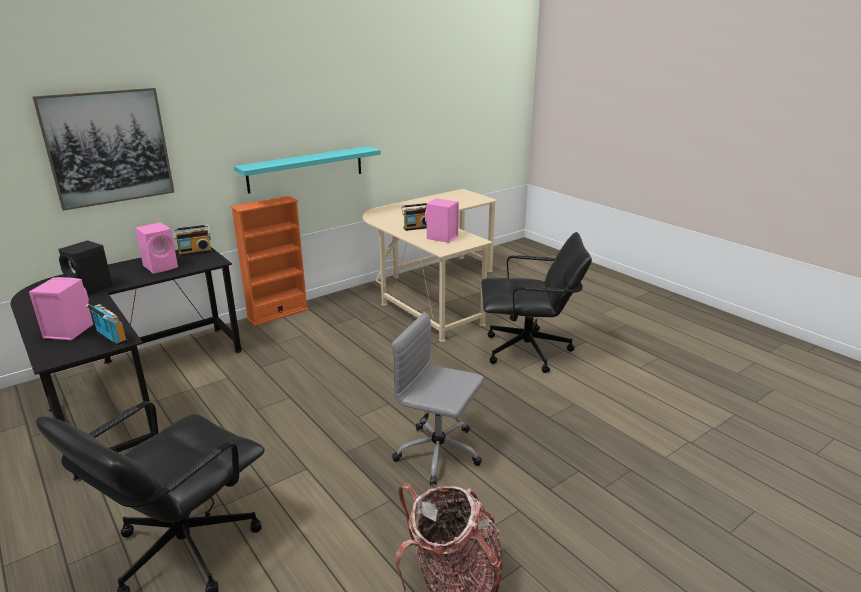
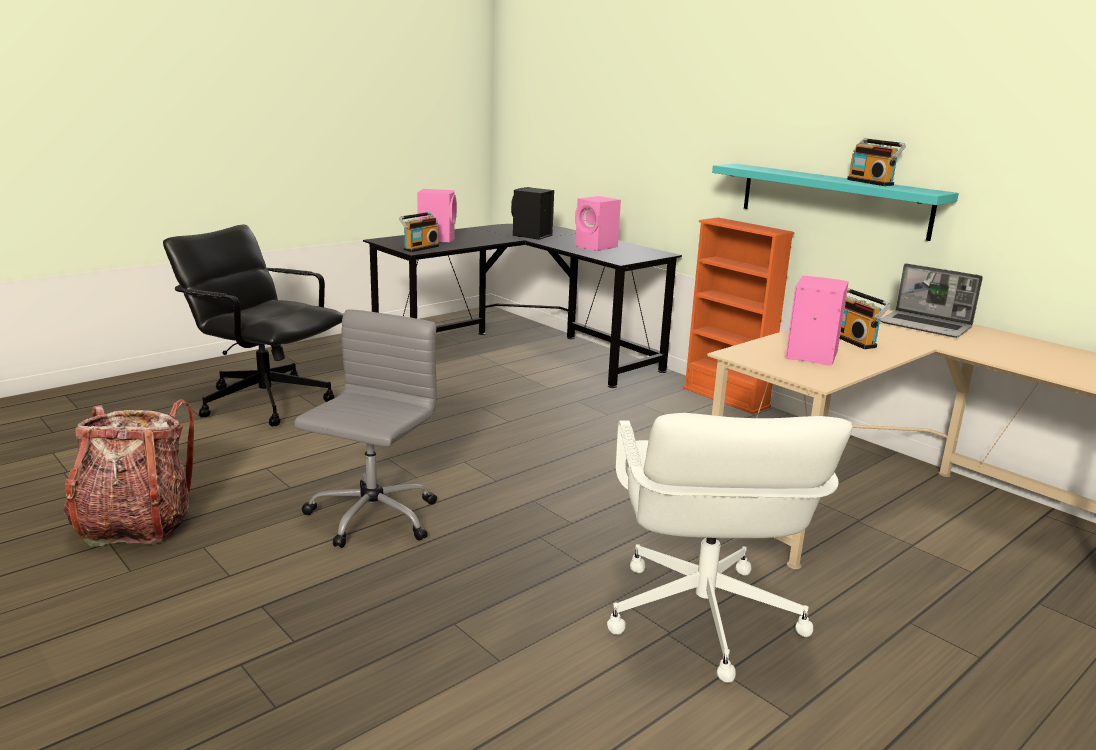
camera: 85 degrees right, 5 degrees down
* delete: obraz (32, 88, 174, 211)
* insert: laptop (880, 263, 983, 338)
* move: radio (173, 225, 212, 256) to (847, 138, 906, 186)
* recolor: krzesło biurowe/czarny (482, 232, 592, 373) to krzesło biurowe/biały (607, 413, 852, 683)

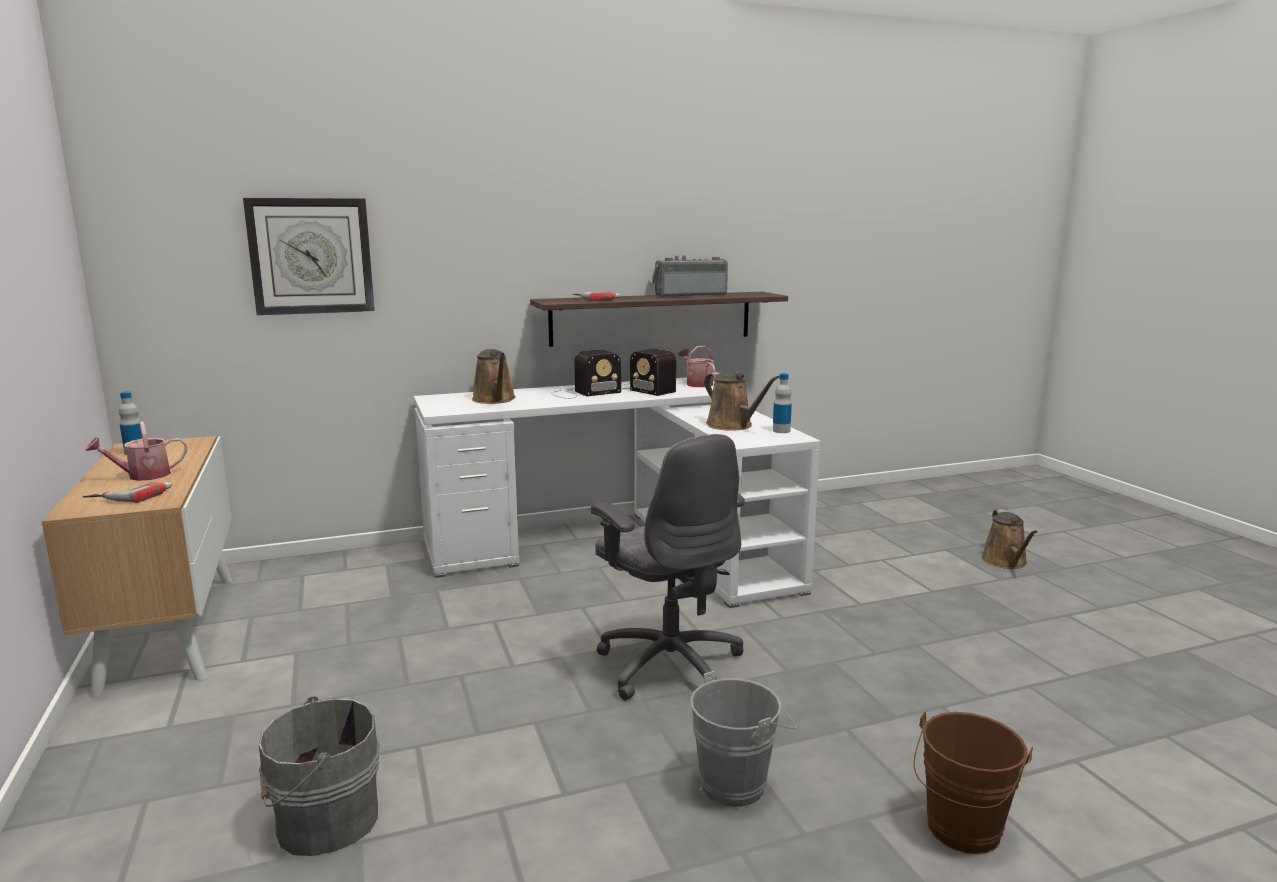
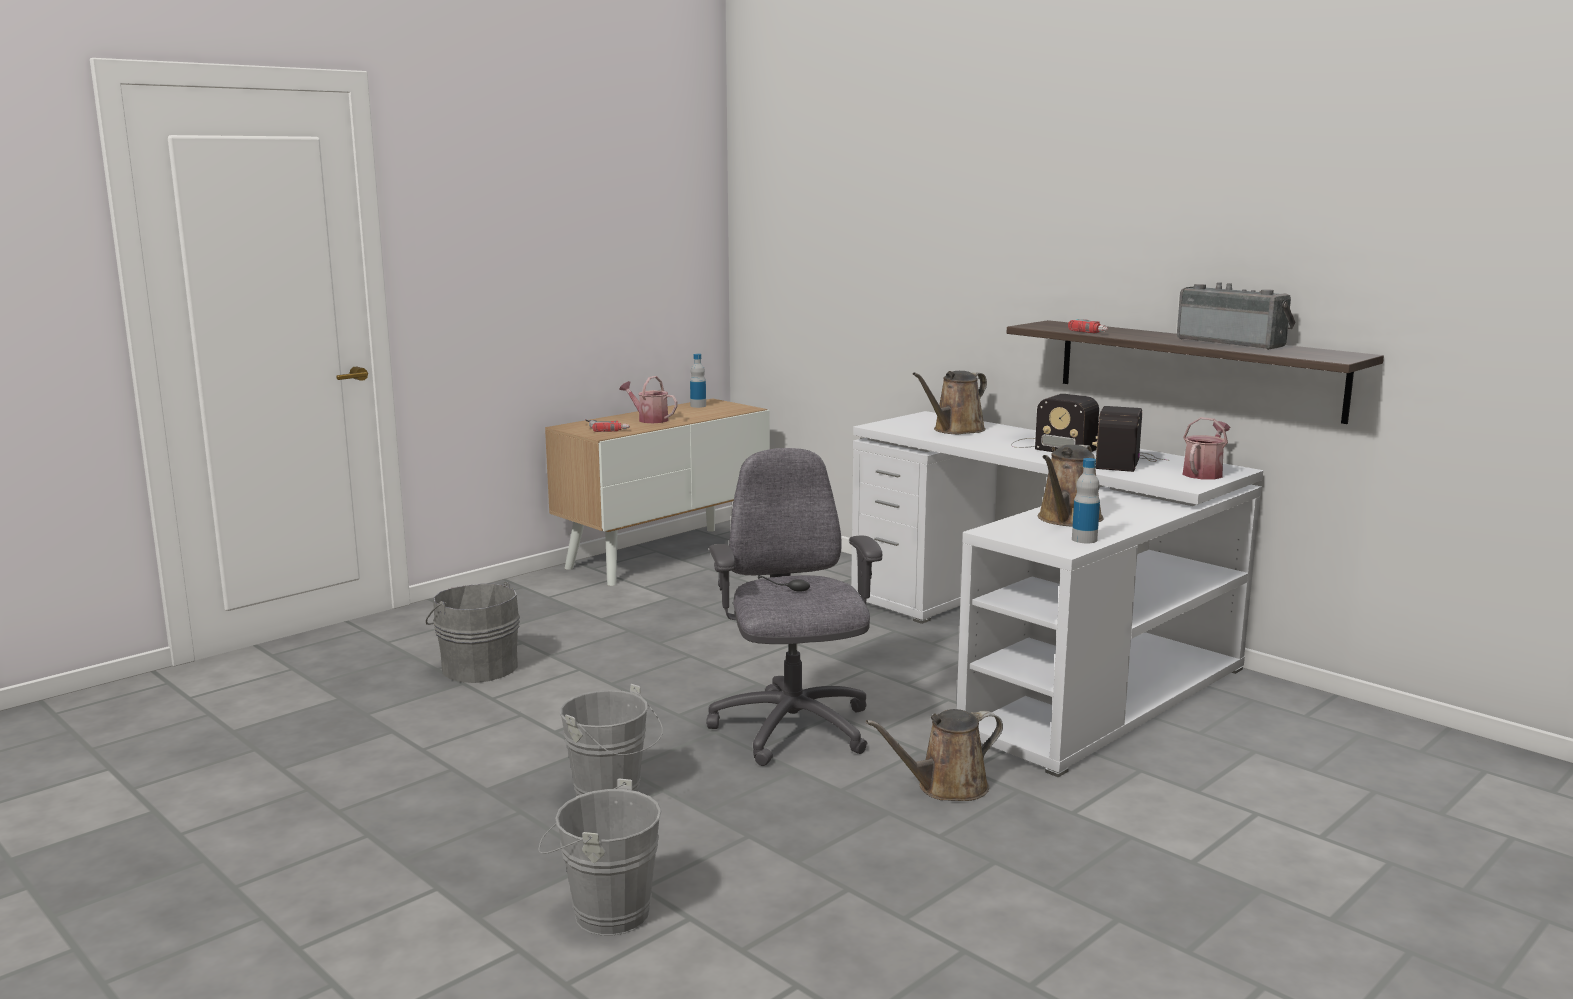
camera: 65 degrees right, 0 degrees up
* delete: zegar ścienny (243, 198, 375, 315)
* move: konewka/brązowy (981, 509, 1038, 569) to (866, 709, 1003, 801)
* recolor: wiadro/brązowy (913, 712, 1033, 854) to wiadro/szary (538, 779, 661, 935)
* rotate: krzesło biurowe/szary (591, 434, 745, 700) = (707, 448, 882, 766) 135 degrees clockwise

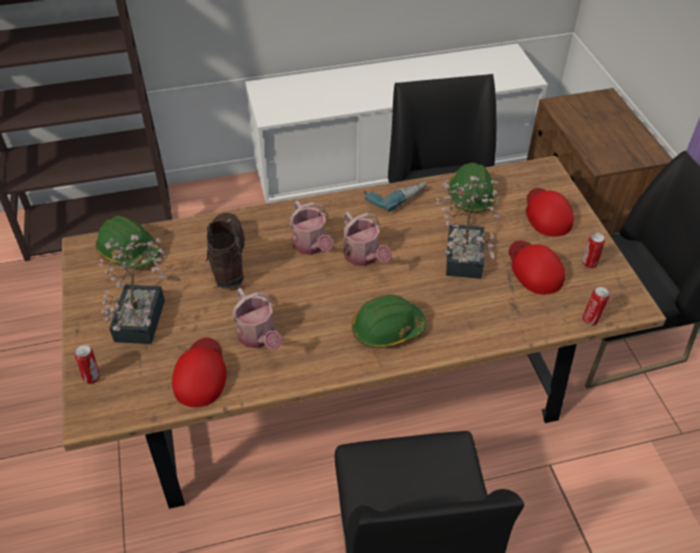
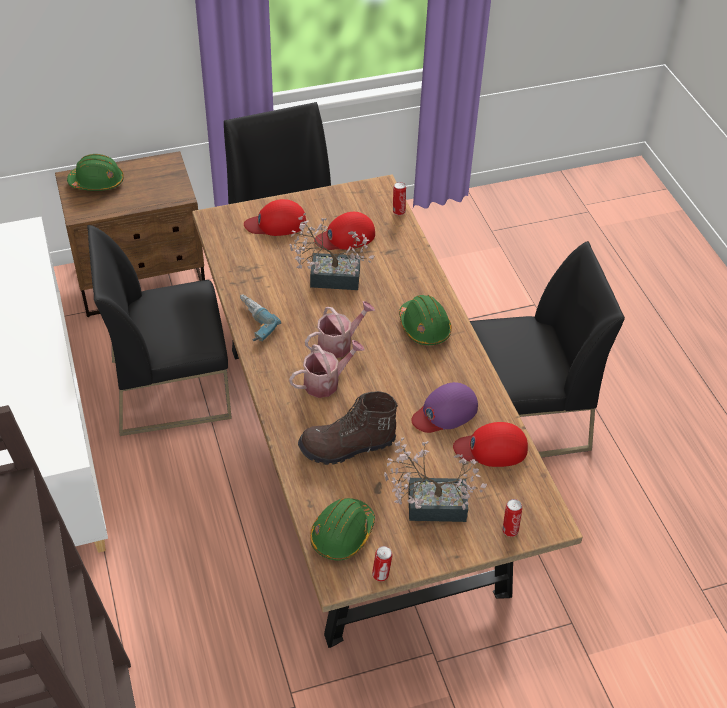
camera: 95 degrees left, 0 degrees up
* move: kask/zielony (448, 163, 496, 213) to (67, 154, 124, 191)
* move: puszka (582, 232, 605, 268) to (372, 546, 393, 582)
* replace: konewka (232, 288, 282, 349) to czapka z daszkiem/fioletowy (411, 382, 478, 433)

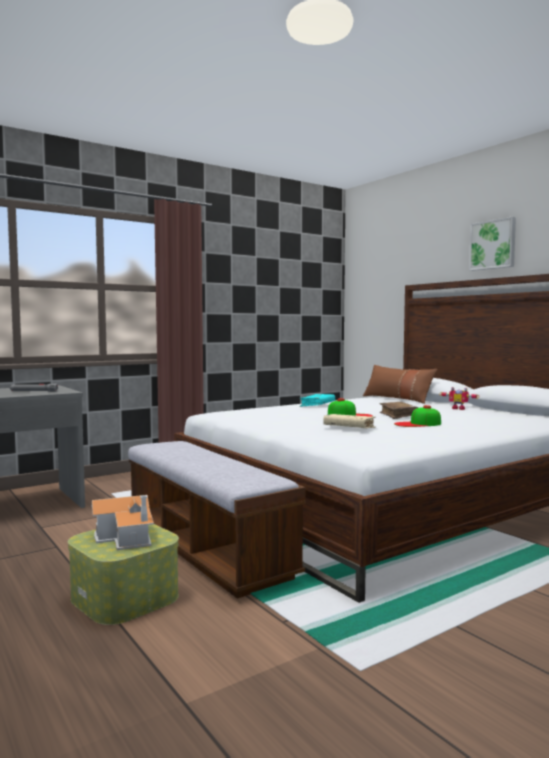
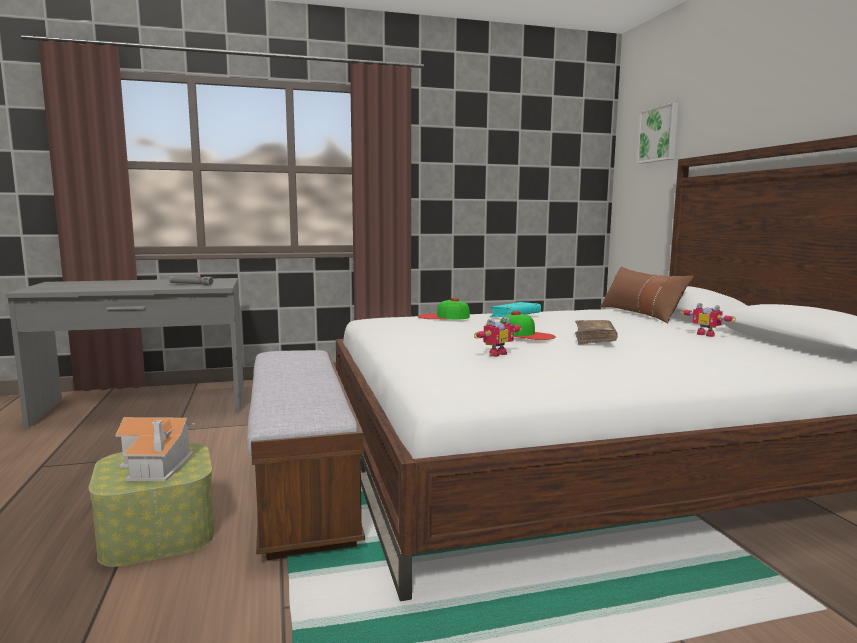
camera: 20 degrees right, 5 degrees up
* move: czapka z daszkiem (394, 405, 441, 427) to (418, 298, 470, 320)
* move: obraz (469, 217, 516, 271) to (637, 103, 678, 164)
* replace: książka/beżowy (323, 414, 376, 428) to robot zabawkowy (474, 317, 522, 357)

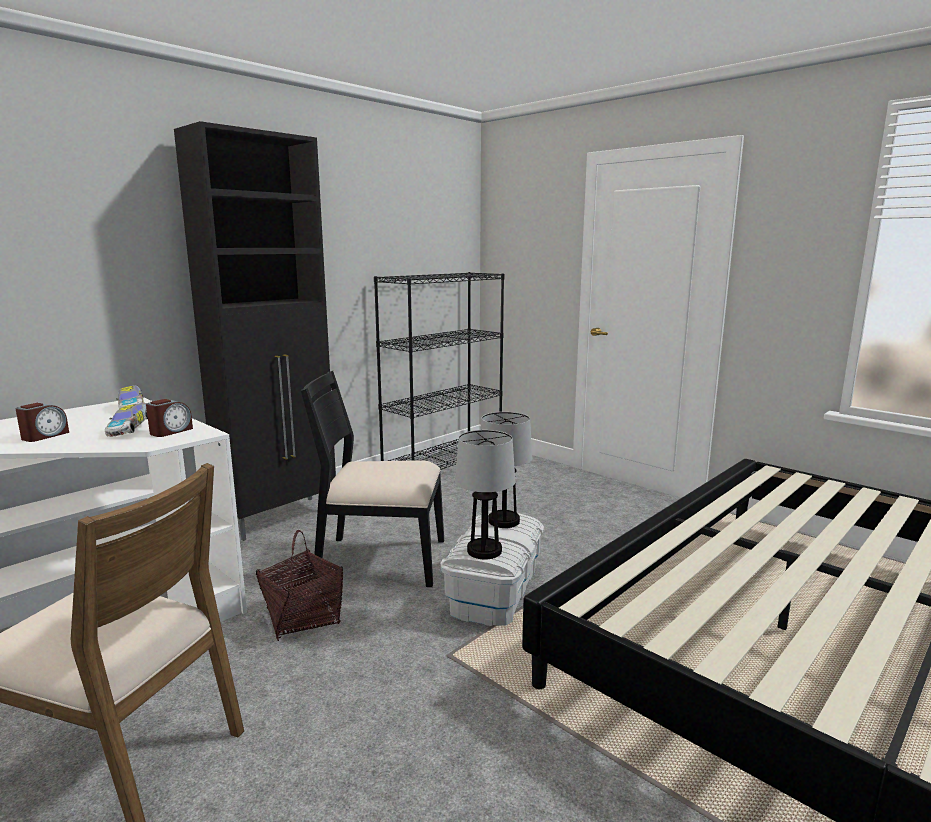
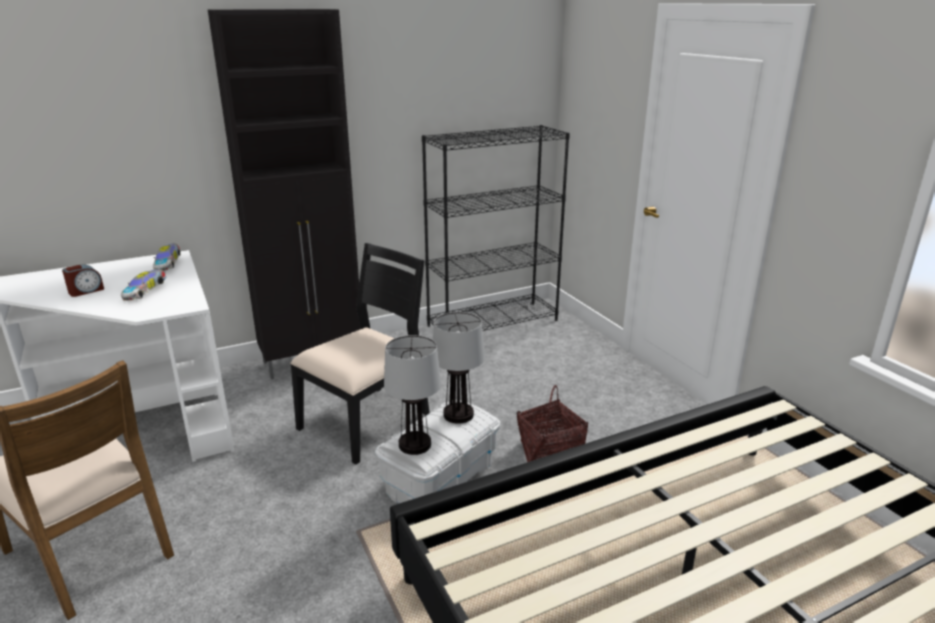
camera: 20 degrees right, 10 degrees up
* delete: budzik (146, 399, 193, 437)
* move: koszyk (256, 530, 343, 641) to (517, 385, 588, 462)
* rotate: krzesło/czarny (301, 371, 444, 587) = (290, 243, 430, 465) 105 degrees clockwise

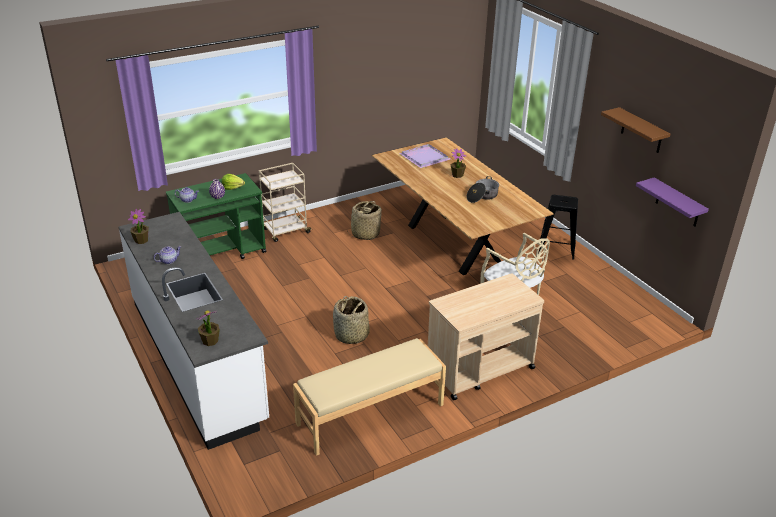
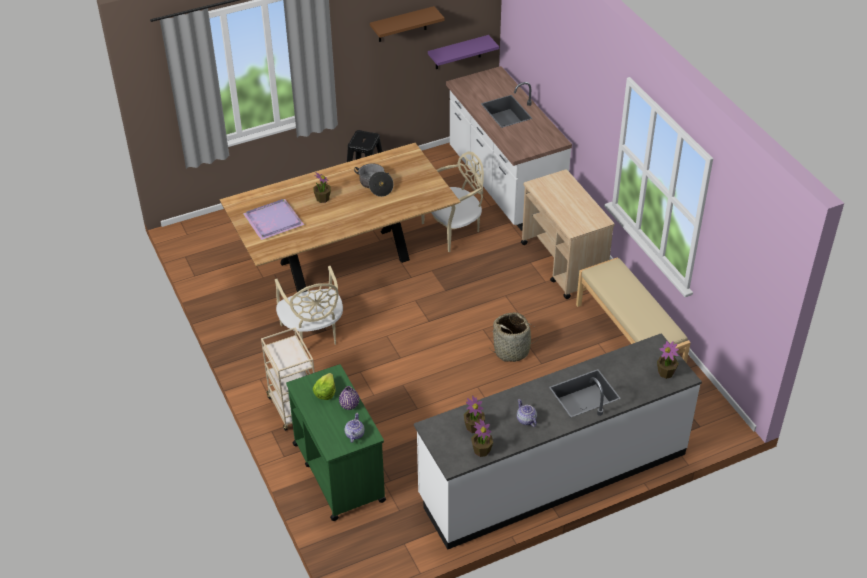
camera: 85 degrees left, 10 degrees up
* insert: zabudowa kuchenna/biały (446, 66, 572, 231)
* insert: roślina doniczkowa (464, 395, 485, 433)
* replace: koszyk (347, 201, 382, 240) to krzesło/beżowy (275, 266, 343, 346)

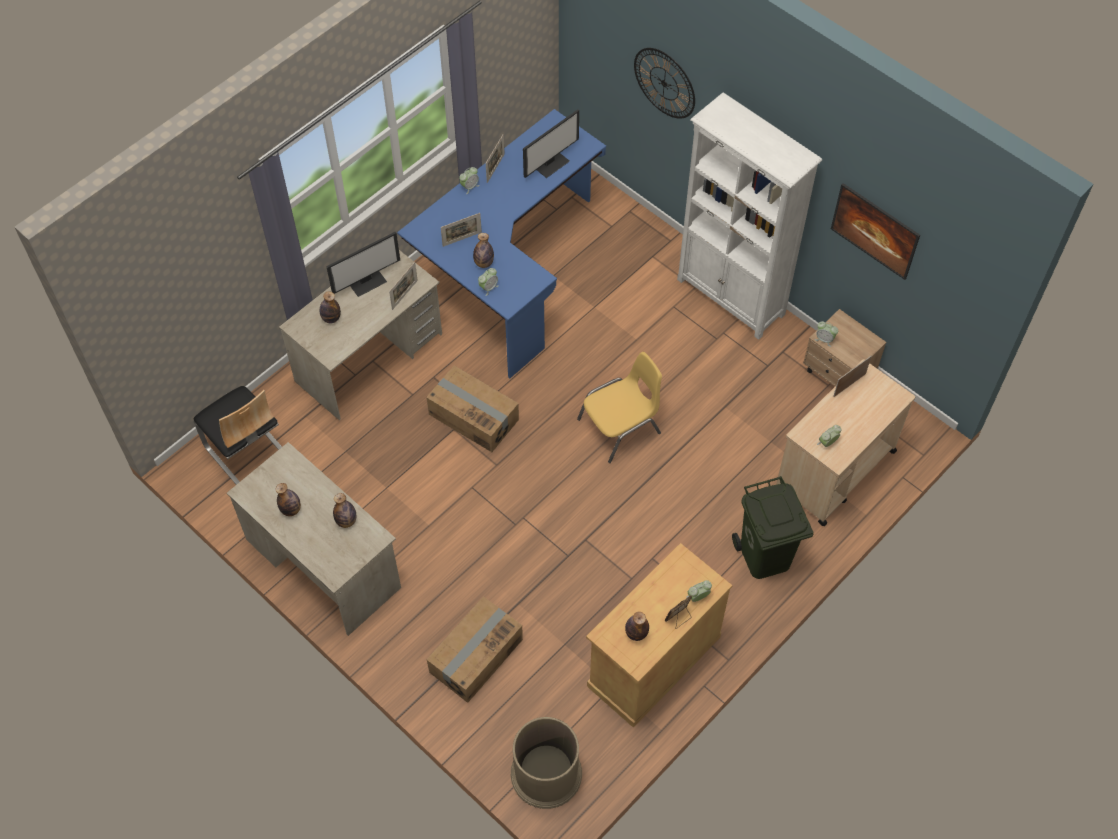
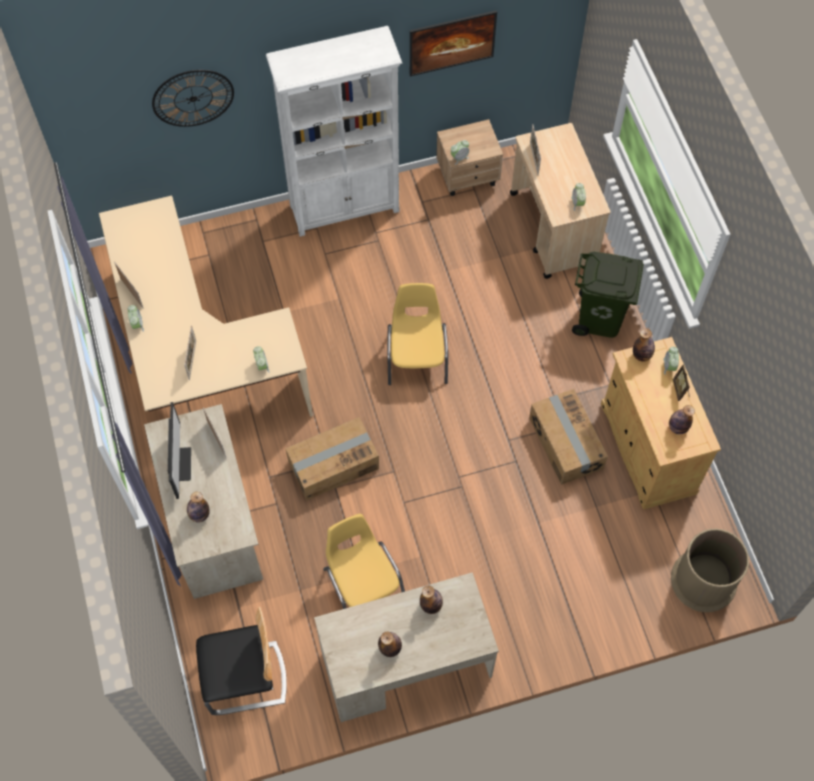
camera: 60 degrees left, 5 degrees up
* delete: monitor (523, 109, 579, 178)
* insert: krzesło/żółty (323, 514, 405, 609)
* move: karton (427, 596, 523, 703) to (529, 389, 608, 485)
* move: butelka (473, 233, 494, 268) to (633, 329, 655, 362)
* recolor: biurko/niebieski (397, 109, 606, 378) to biurko/beżowy (99, 196, 313, 417)

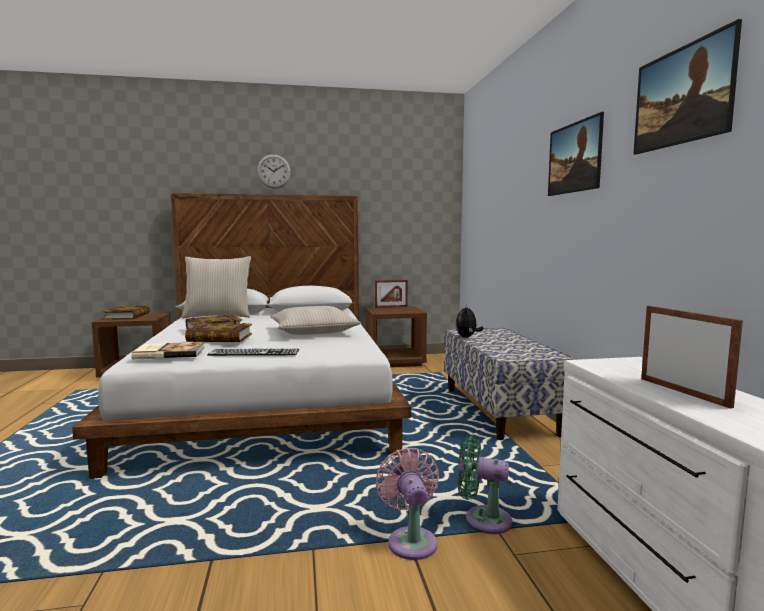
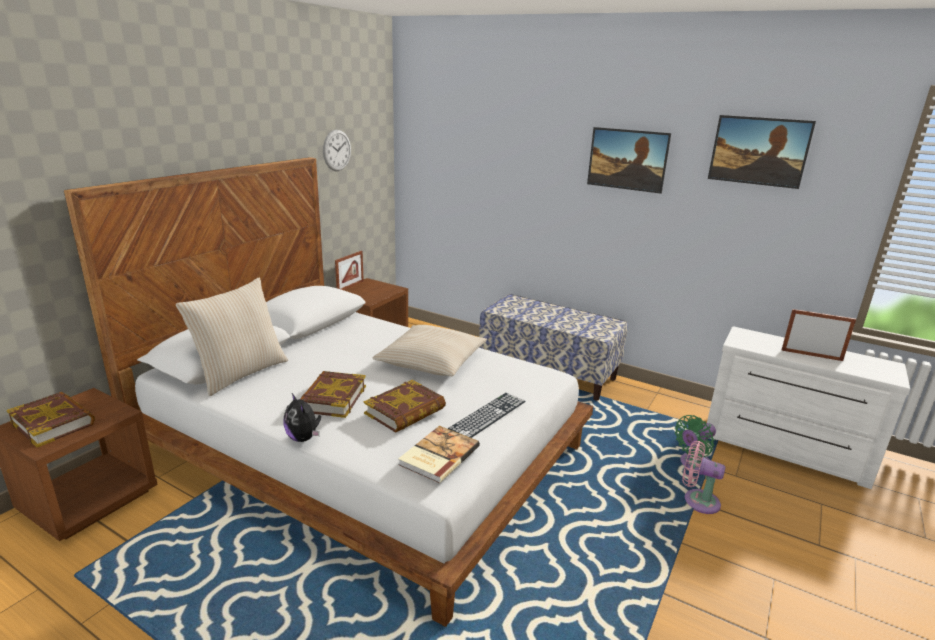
camera: 50 degrees left, 15 degrees up
* move: zegar ścienny (257, 154, 291, 189) to (323, 130, 351, 171)
* move: pluszak (456, 304, 484, 337) to (283, 393, 321, 442)

